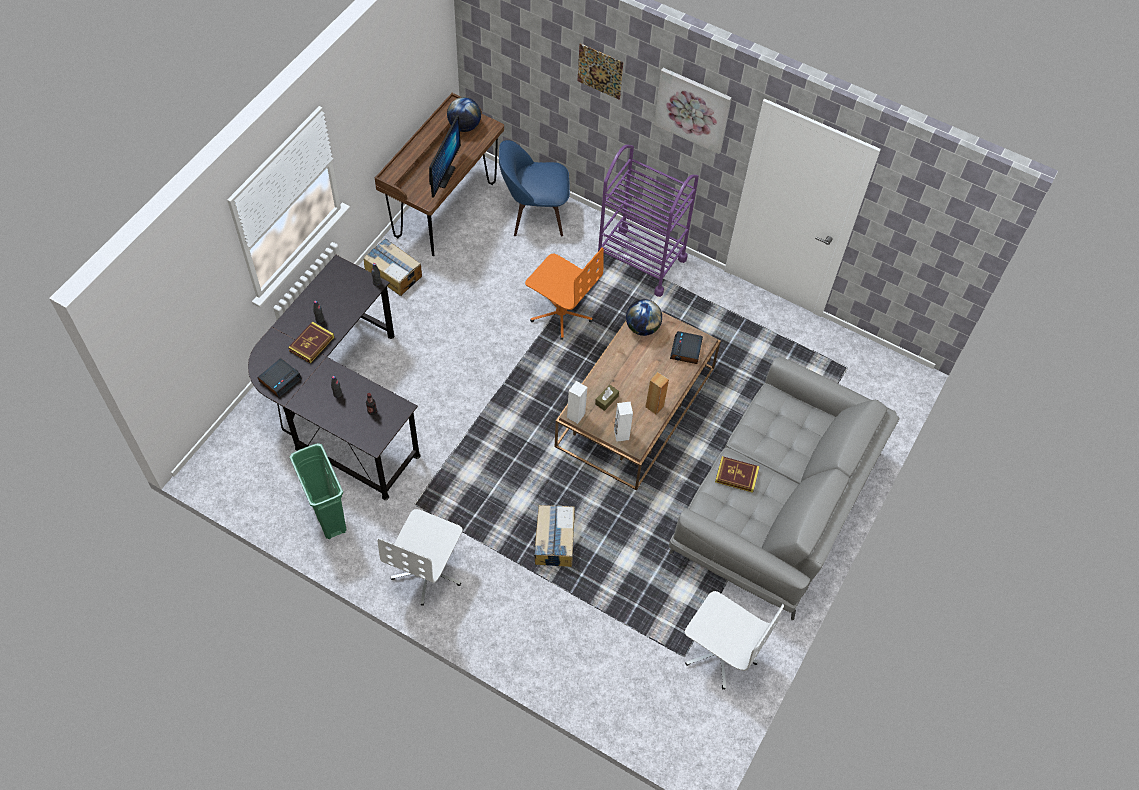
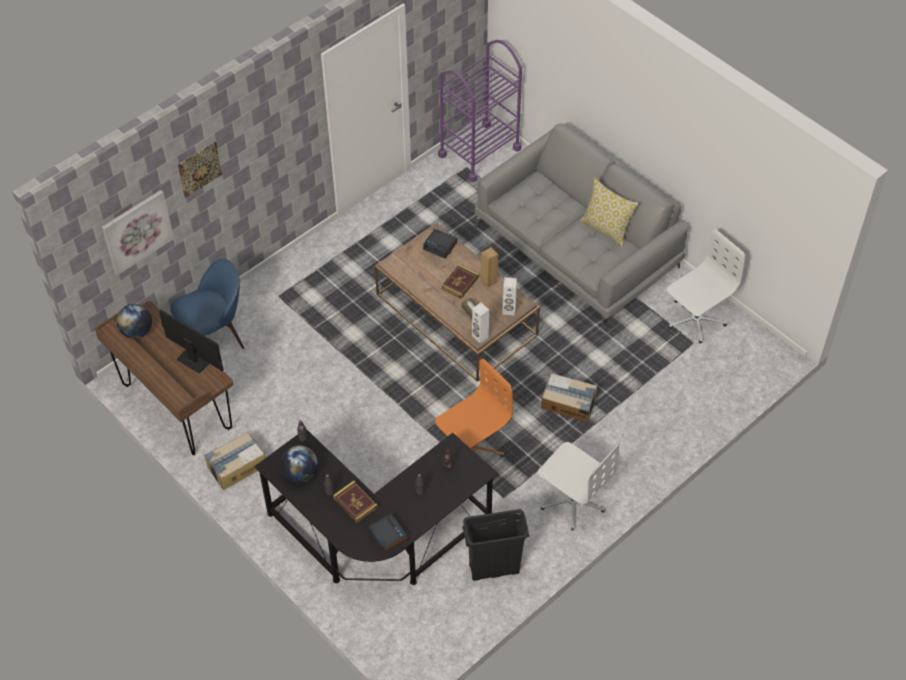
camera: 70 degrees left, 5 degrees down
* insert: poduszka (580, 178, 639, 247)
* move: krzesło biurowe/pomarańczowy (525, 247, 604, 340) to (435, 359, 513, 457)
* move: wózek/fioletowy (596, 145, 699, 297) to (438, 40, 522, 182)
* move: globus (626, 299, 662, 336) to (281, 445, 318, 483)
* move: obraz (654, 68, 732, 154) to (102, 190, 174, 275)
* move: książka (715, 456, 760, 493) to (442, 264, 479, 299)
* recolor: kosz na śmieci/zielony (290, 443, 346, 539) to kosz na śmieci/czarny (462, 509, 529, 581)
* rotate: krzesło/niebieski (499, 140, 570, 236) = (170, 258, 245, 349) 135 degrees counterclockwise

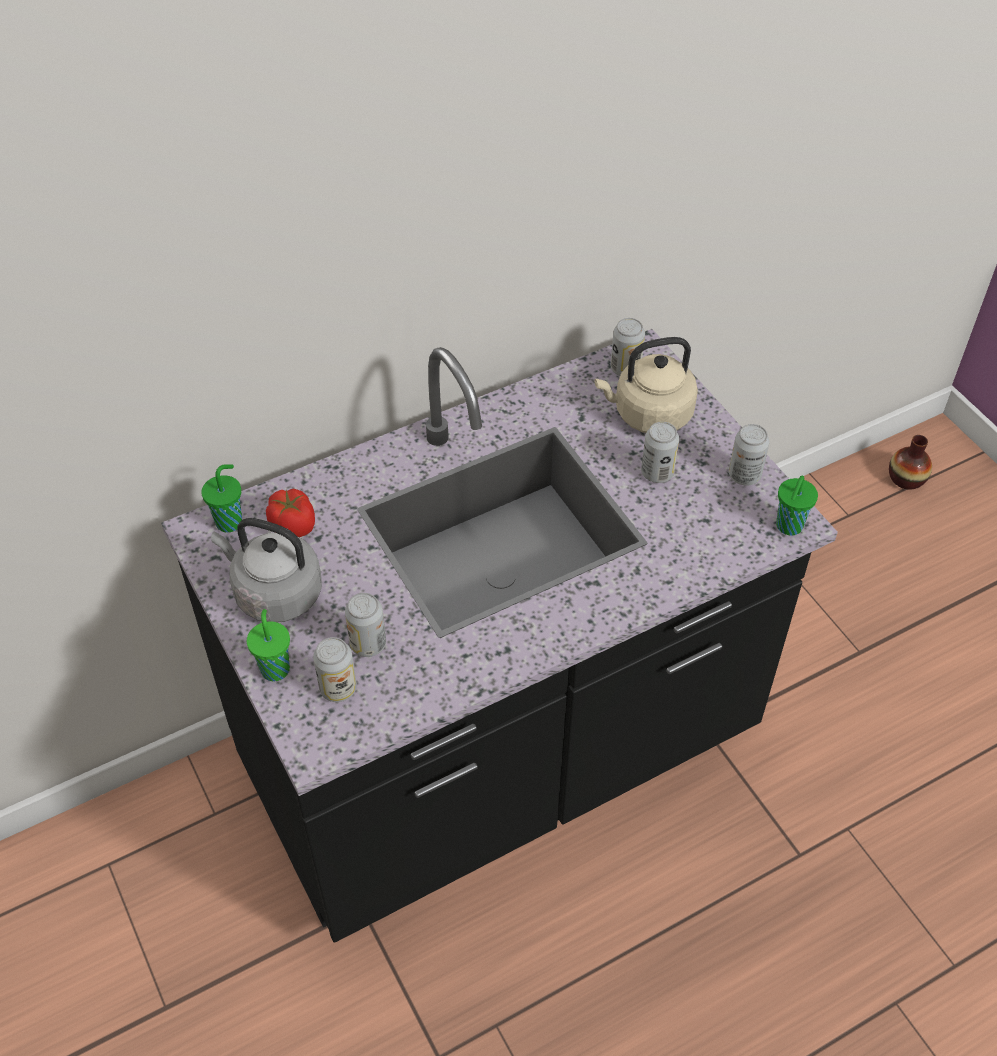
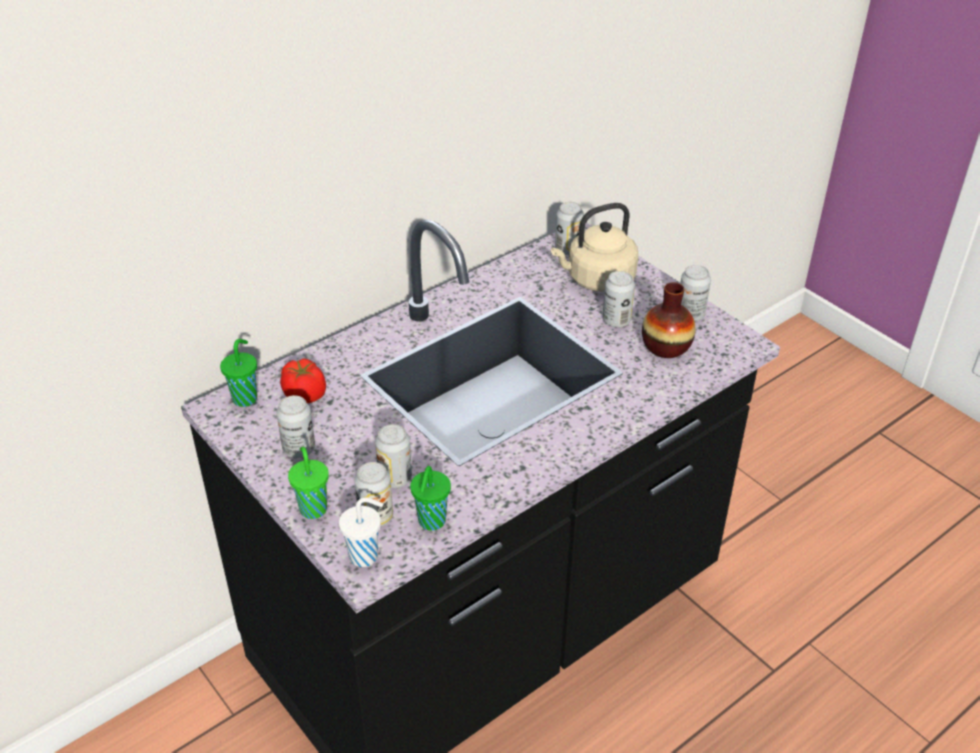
camera: 10 degrees left, 10 degrees down
* insert: filiżanka/biały (339, 497, 383, 567)
* move: filiżanka/zielony (776, 475, 818, 535) to (410, 466, 451, 531)
* move: wazon (889, 435, 932, 489) to (642, 282, 696, 358)
* replace: czajnik/szary (211, 518, 322, 622) to puszka (276, 395, 315, 458)

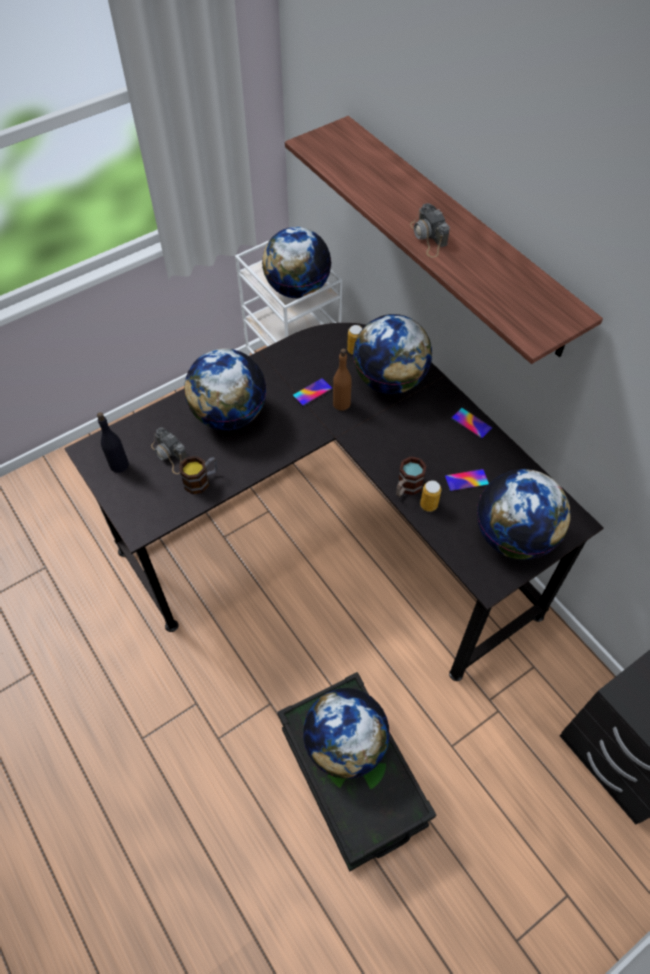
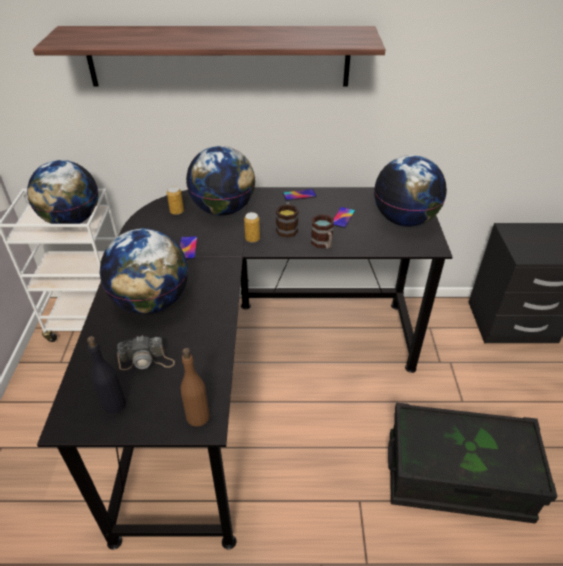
camera: 55 degrees left, 15 degrees down
* delete: globus (303, 688, 390, 779)
* delete: aparat fotograficzny (410, 203, 450, 258)
* move: kubek (179, 456, 217, 494) to (276, 202, 298, 238)
* move: butelka/brązowy (333, 349, 352, 411) to (181, 348, 210, 427)
* move: puszka (420, 481, 441, 512) to (244, 212, 260, 243)

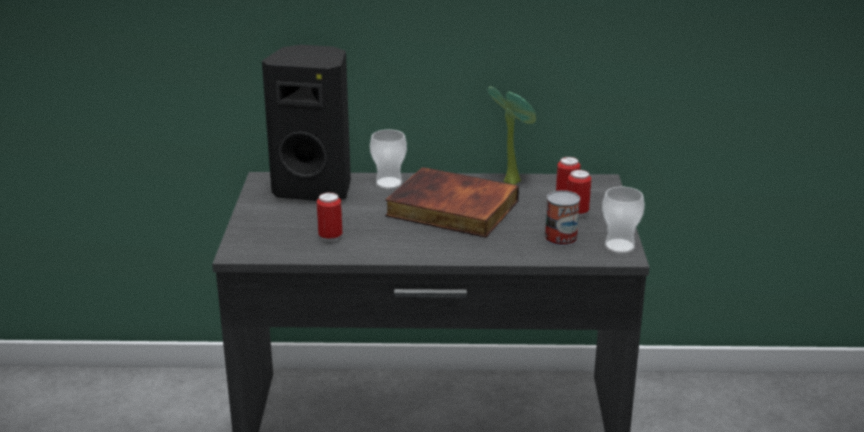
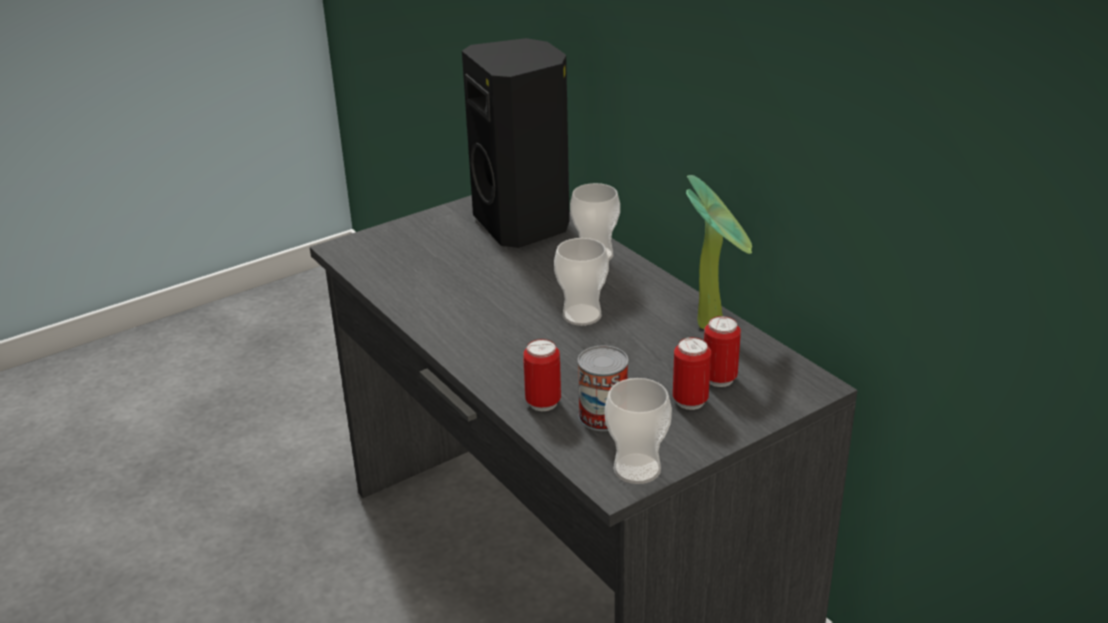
camera: 55 degrees right, 5 degrees up
* move: puszka (317, 192, 342, 242) to (523, 339, 561, 411)
* replace: książka (385, 167, 519, 238) to filiżanka (554, 238, 609, 326)

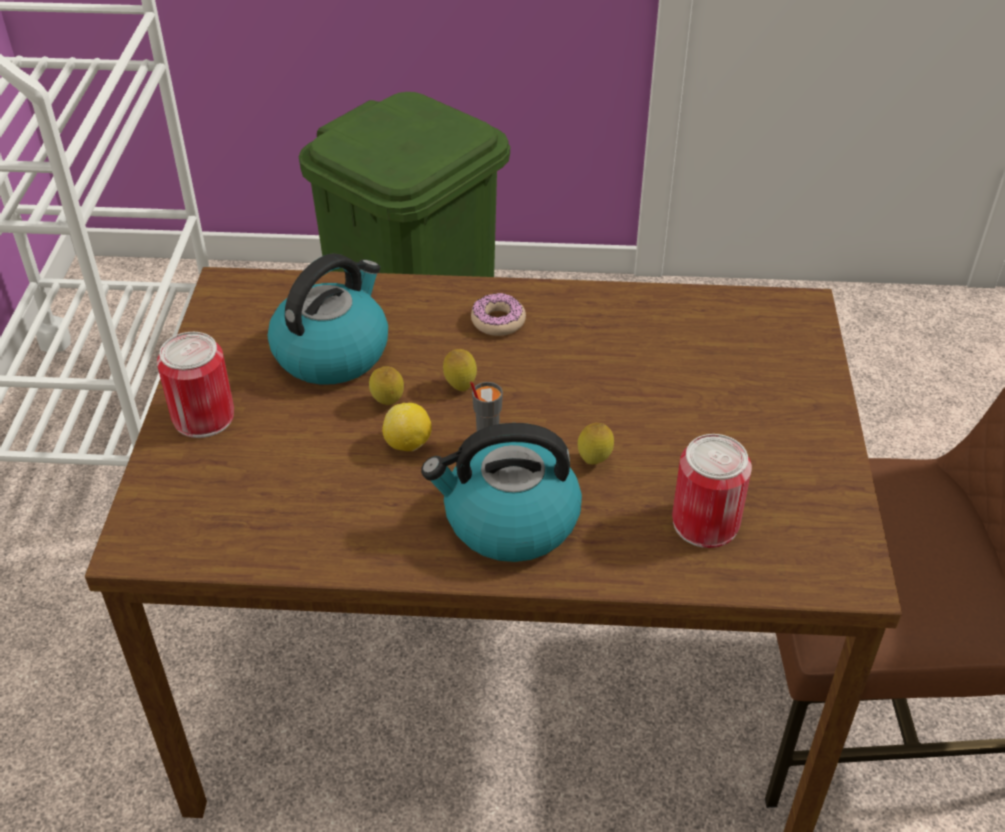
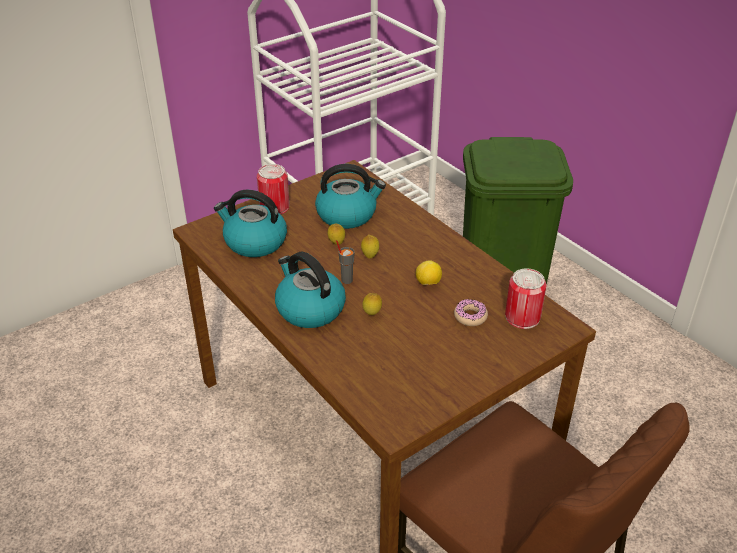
camera: 50 degrees right, 5 degrees down
* insert: czajnik (214, 190, 287, 257)
* move: cytryna (382, 403, 432, 451) to (416, 260, 442, 285)
* move: donut (471, 293, 526, 336) to (454, 299, 488, 326)
* move: puszka (672, 434, 752, 548) to (505, 268, 546, 329)

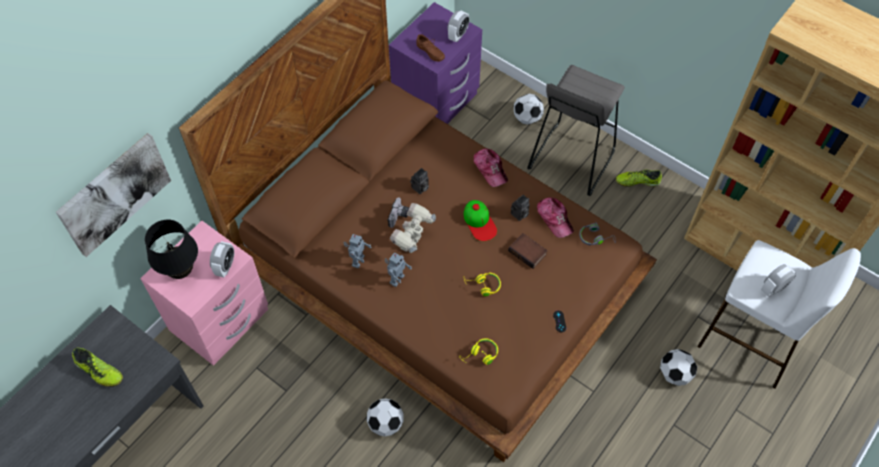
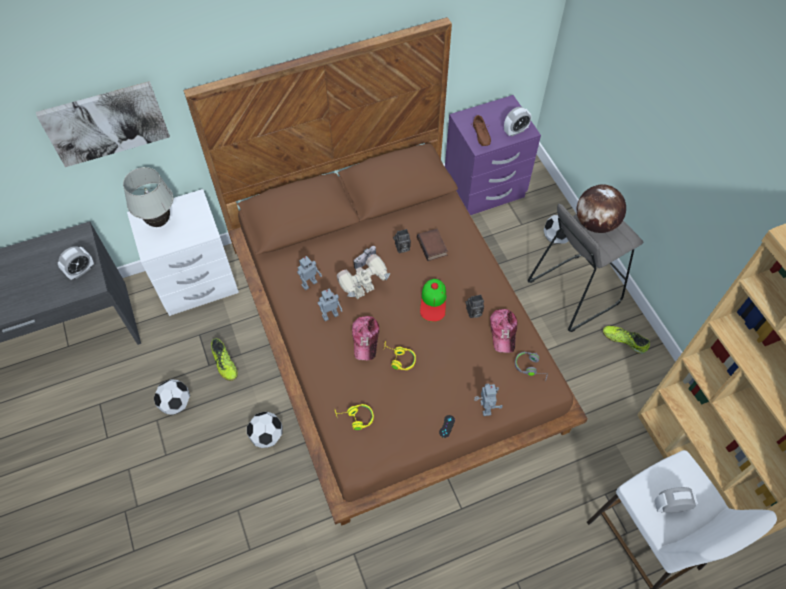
camera: 30 degrees right, 0 degrees up
* insert: robot zabawkowy (474, 384, 503, 416)
* insert: globus (577, 184, 626, 233)
* move: but (72, 347, 123, 387) to (211, 338, 238, 381)
* move: budzik (210, 241, 235, 278) to (58, 246, 94, 280)
* move: czapka z daszkiem (473, 149, 508, 187) to (352, 316, 379, 360)
* move: książka (508, 233, 548, 269) to (417, 229, 448, 261)
* move: piłka futbolowa (660, 349, 697, 386) to (154, 379, 190, 415)
* recolor: szafka nocna/różowy (140, 221, 268, 366) to szafka nocna/biały (127, 189, 239, 316)
* recolor: lampa stołowa/czarny (145, 220, 198, 279) to lampa stołowa/biały (123, 167, 174, 227)

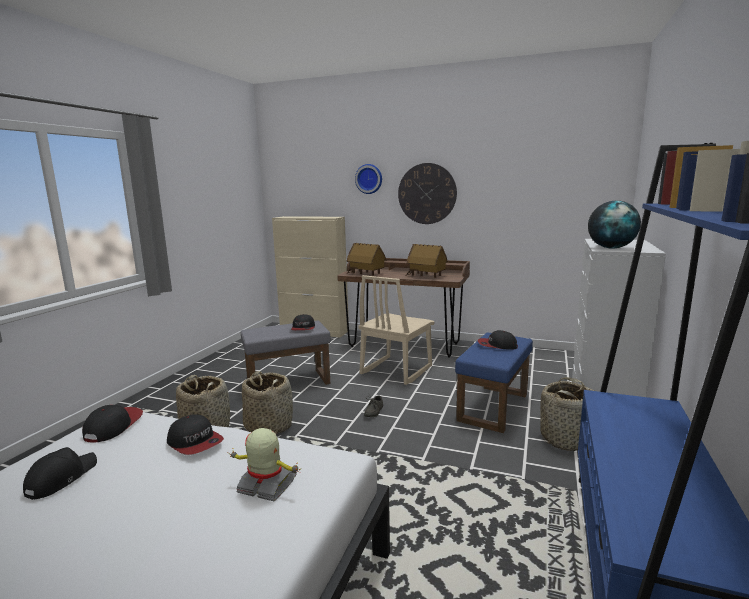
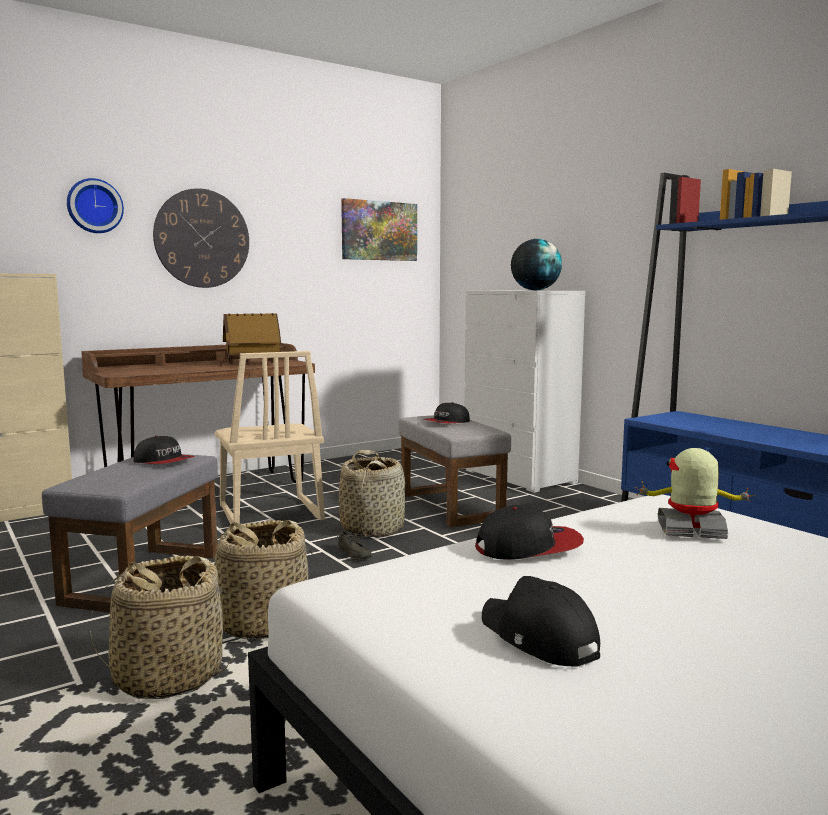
camera: 55 degrees left, 5 degrees down
* delete: czapka z daszkiem (82, 405, 143, 443)
* delete: domek (346, 243, 386, 276)
* insert: obraz (341, 198, 417, 261)
* move: koszyk (540, 377, 595, 451) to (339, 450, 405, 537)
* recolor: pufa/niebieski (455, 333, 533, 433) to pufa/szary (398, 415, 511, 528)
* rotate: robot zabawkowy (230, 428, 302, 501) = (635, 448, 755, 539) 45 degrees clockwise

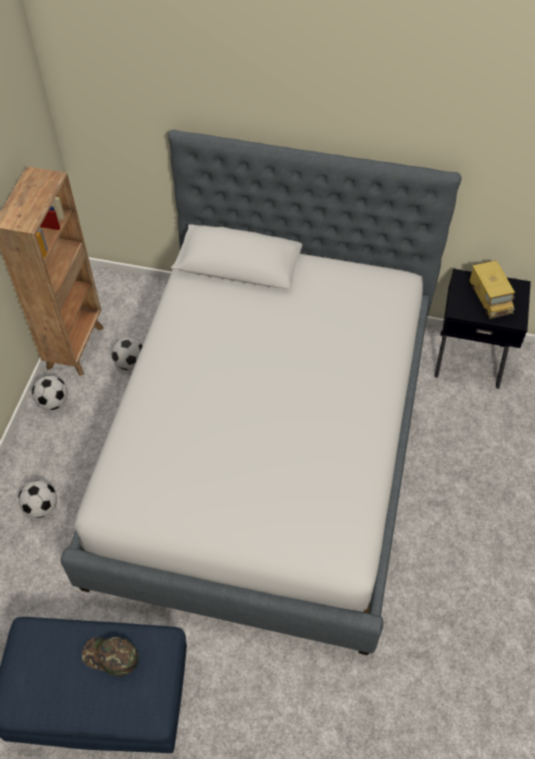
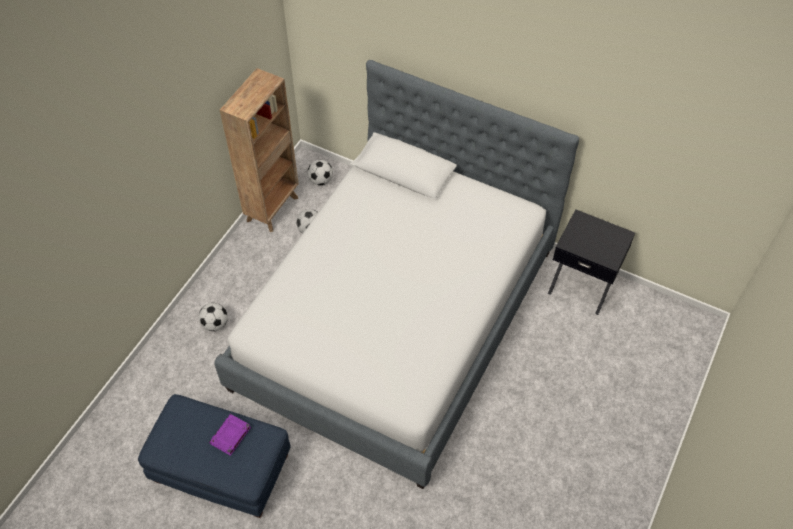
camera: 15 degrees right, 0 degrees up
* delete: ciężarówka zabawkowa (469, 260, 515, 319)
* move: piłka futbolowa (32, 376, 68, 410) to (307, 160, 333, 185)
* replace: czapka z daszkiem/zielony (82, 637, 139, 676) to książka/fioletowy (209, 414, 251, 456)

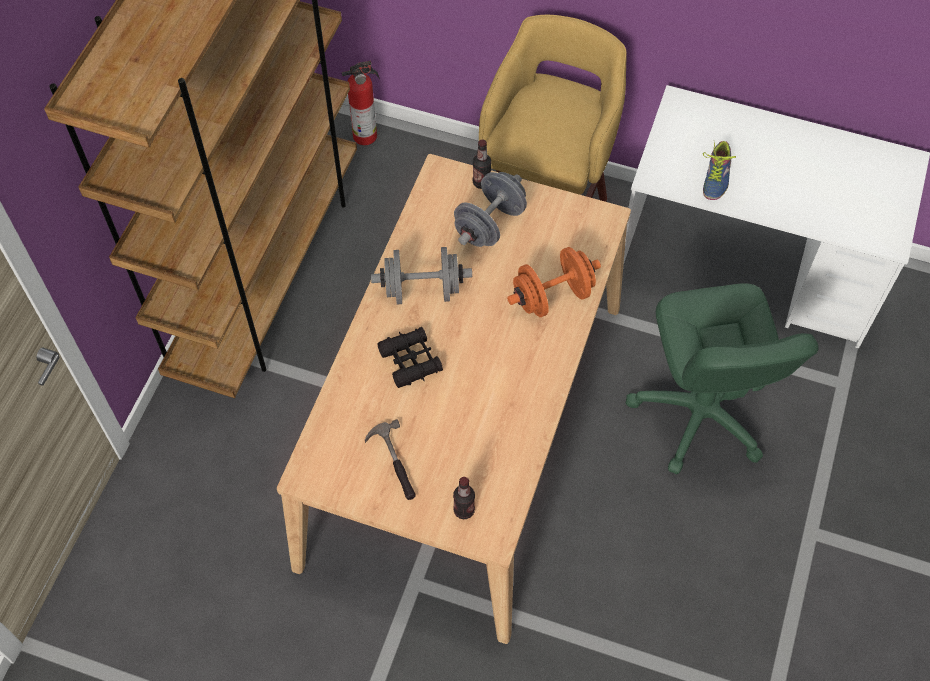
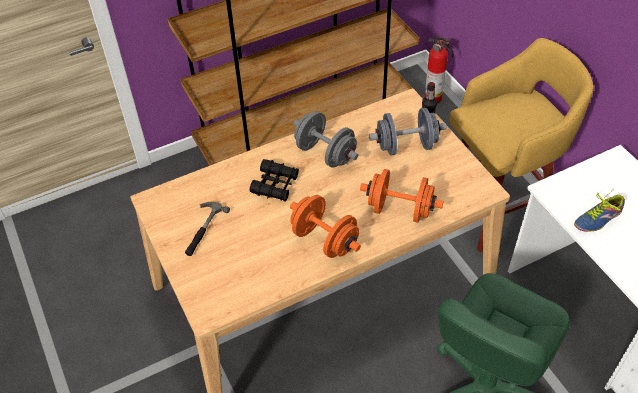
camera: 45 degrees right, 10 degrees down
* delete: butelka (453, 477, 475, 519)
* insert: hantel/pomarańczowy (290, 195, 361, 258)

